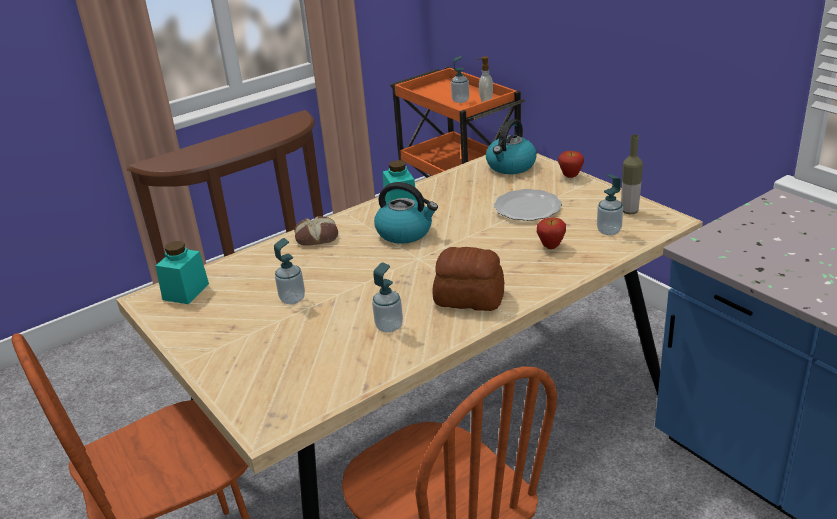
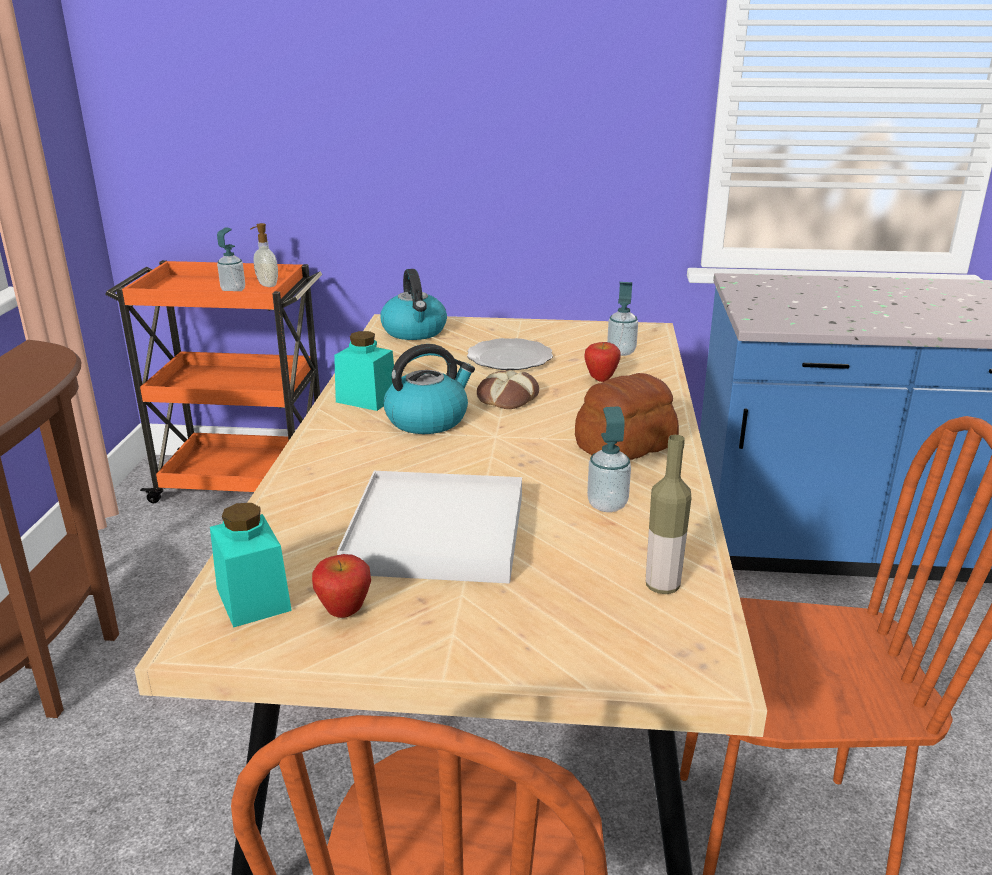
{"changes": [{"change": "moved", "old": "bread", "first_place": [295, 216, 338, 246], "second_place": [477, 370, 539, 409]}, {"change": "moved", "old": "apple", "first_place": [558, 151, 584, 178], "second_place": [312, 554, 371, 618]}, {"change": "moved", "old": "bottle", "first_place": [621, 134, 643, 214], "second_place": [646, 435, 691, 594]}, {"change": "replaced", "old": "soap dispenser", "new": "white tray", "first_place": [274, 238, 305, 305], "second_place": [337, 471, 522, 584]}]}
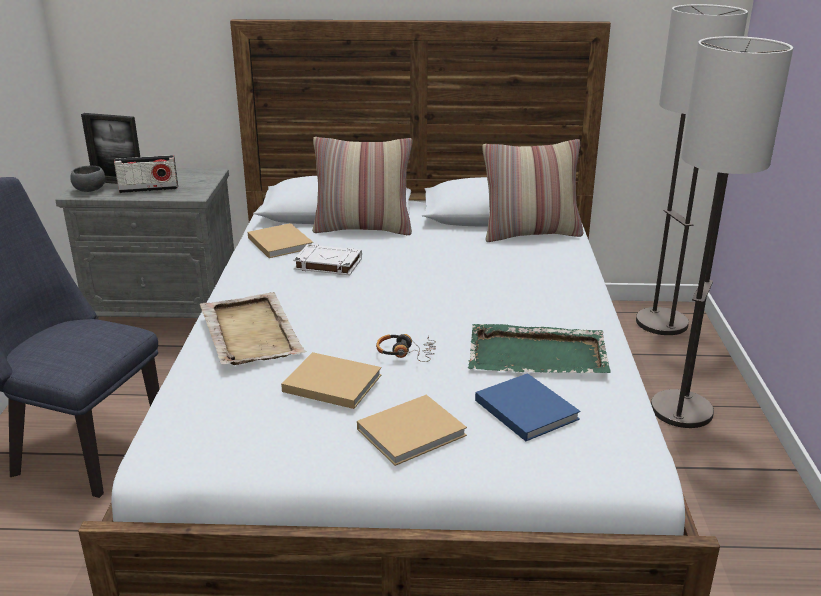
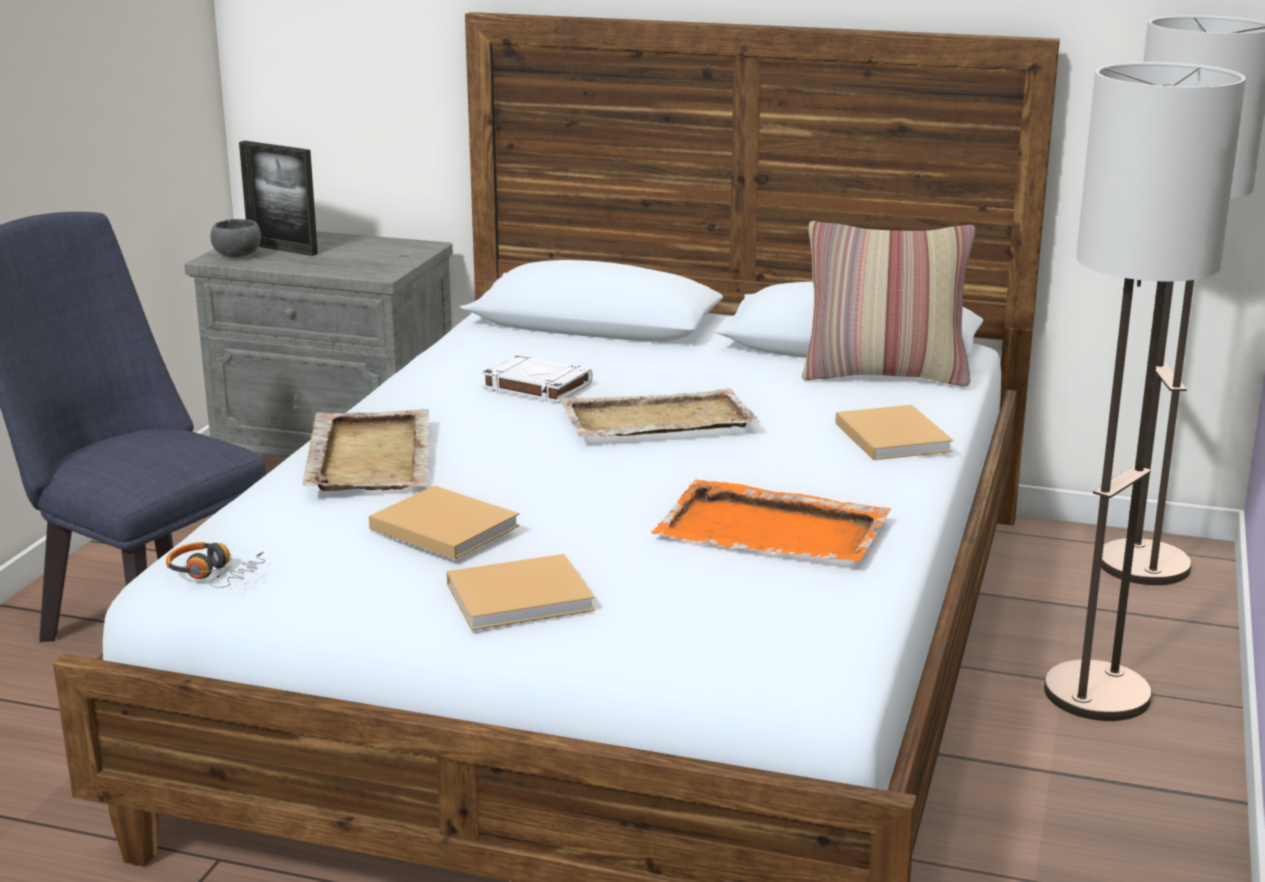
{"changes": [{"change": "removed", "old": "radio", "first_place": [114, 155, 178, 193]}, {"change": "removed", "old": "pillow", "first_place": [312, 137, 413, 235]}, {"change": "removed", "old": "blue book", "first_place": [475, 373, 580, 441]}, {"change": "added", "new": "beige tray", "second_place": [559, 388, 761, 437]}, {"change": "moved", "old": "beige book", "first_place": [248, 223, 313, 258], "second_place": [835, 405, 953, 460]}, {"change": "moved", "old": "headphones", "first_place": [376, 334, 436, 362], "second_place": [166, 542, 265, 588]}, {"change": "recoloured", "old": "green tray", "new": "orange tray", "first_place": [468, 324, 610, 373], "second_place": [651, 480, 891, 562]}]}
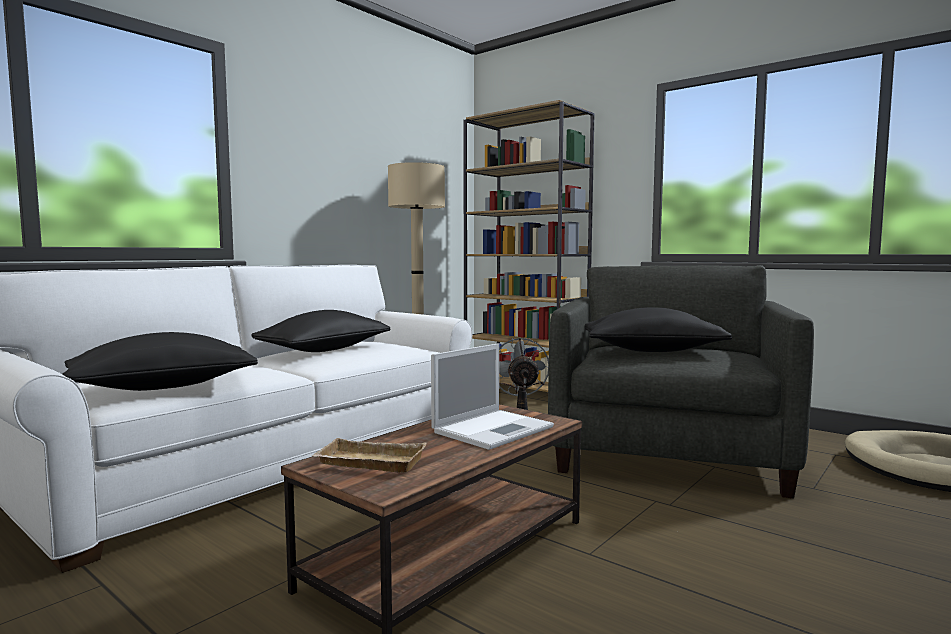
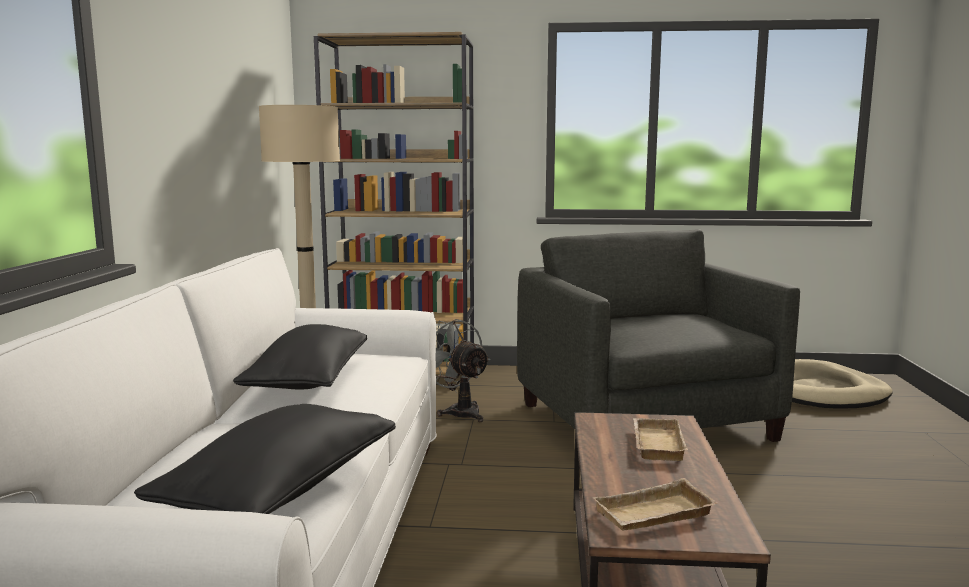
{"changes": [{"change": "removed", "old": "black pillow", "first_place": [585, 307, 732, 352]}, {"change": "replaced", "old": "laptop", "new": "beige tray", "first_place": [431, 343, 554, 450], "second_place": [633, 418, 688, 461]}]}
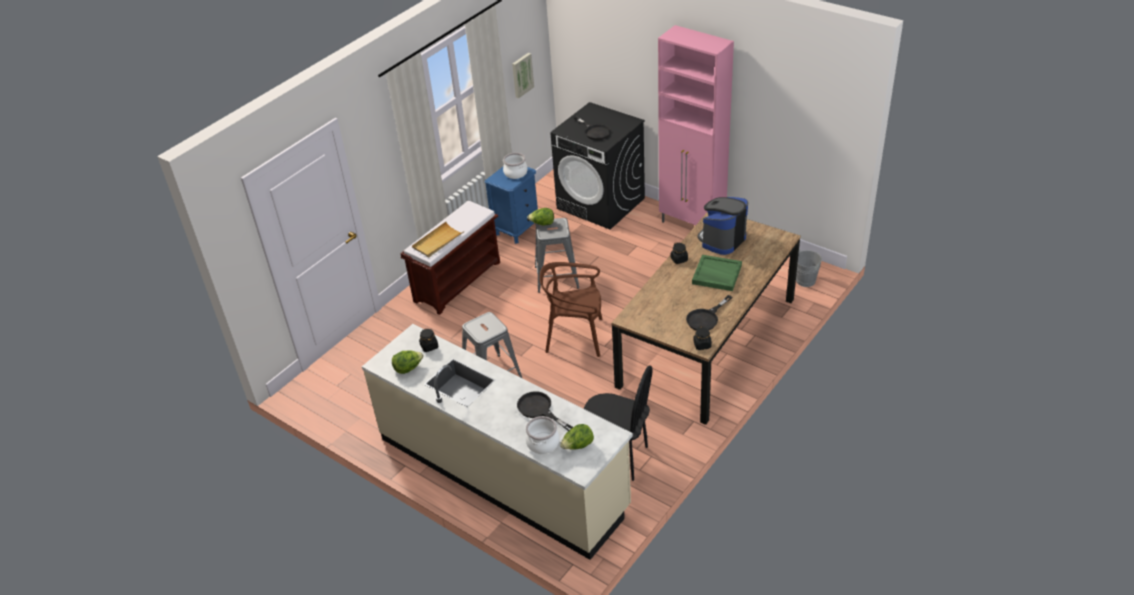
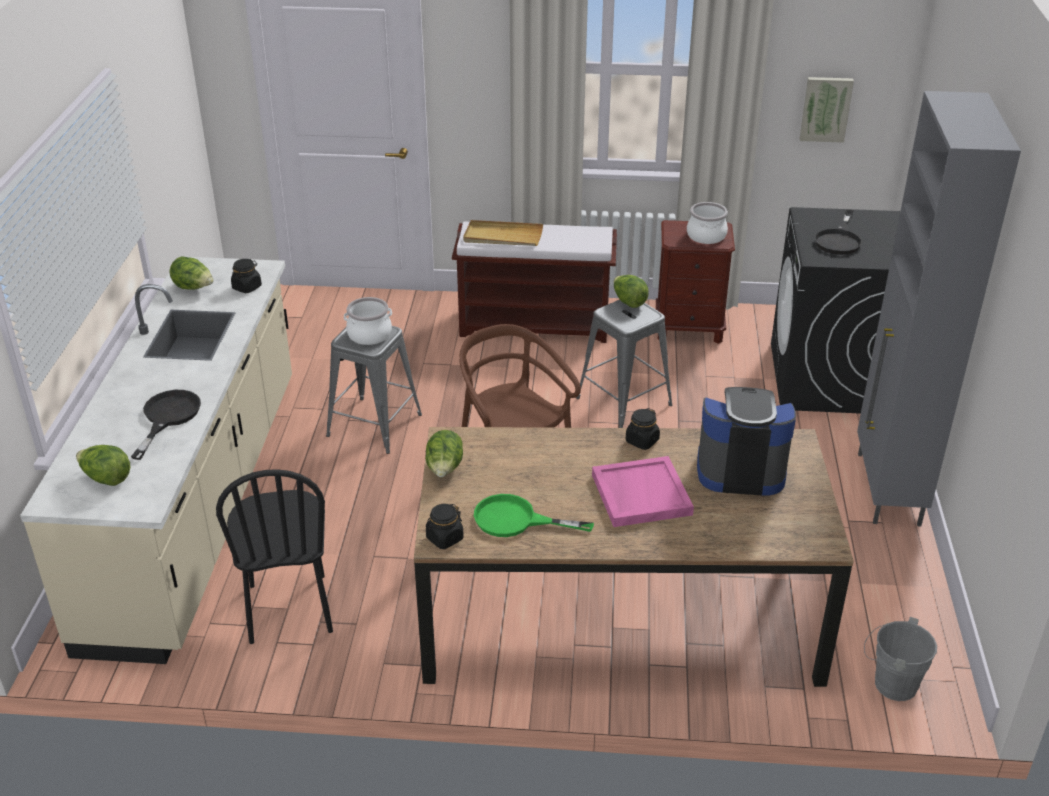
{"changes": [{"change": "added", "new": "lettuce", "second_place": [425, 430, 463, 477]}, {"change": "moved", "old": "cooking pot", "first_place": [526, 416, 559, 454], "second_place": [344, 297, 392, 345]}, {"change": "recoloured", "old": "blue nightstand", "new": "brown nightstand", "first_place": [484, 167, 538, 244], "second_place": [656, 220, 735, 344]}, {"change": "recoloured", "old": "pink cabinet", "new": "grey cabinet", "first_place": [658, 25, 734, 225], "second_place": [857, 91, 1021, 526]}, {"change": "recoloured", "old": "black frying pan", "new": "green frying pan", "first_place": [686, 295, 732, 330], "second_place": [474, 494, 594, 537]}, {"change": "recoloured", "old": "green tray", "new": "pink tray", "first_place": [692, 255, 742, 291], "second_place": [592, 456, 694, 527]}]}
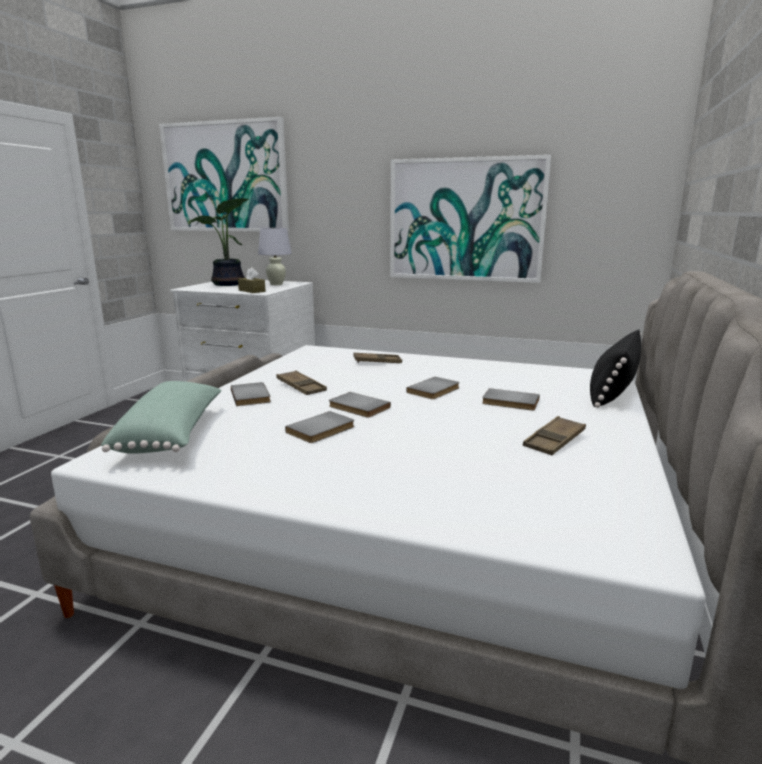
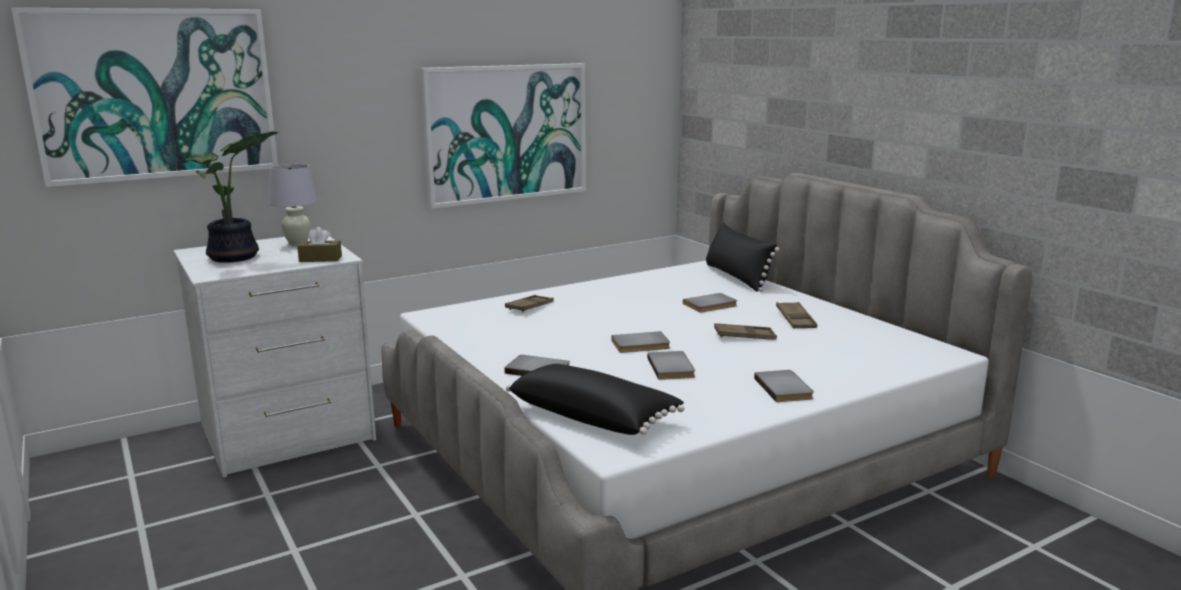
{"changes": [{"change": "moved", "old": "brown tray", "first_place": [276, 370, 327, 395], "second_place": [714, 323, 777, 340]}, {"change": "moved", "old": "grey book", "first_place": [406, 377, 460, 399], "second_place": [754, 370, 814, 402]}, {"change": "recoloured", "old": "green pillow", "new": "black pillow", "first_place": [101, 381, 222, 454], "second_place": [506, 364, 685, 435]}]}
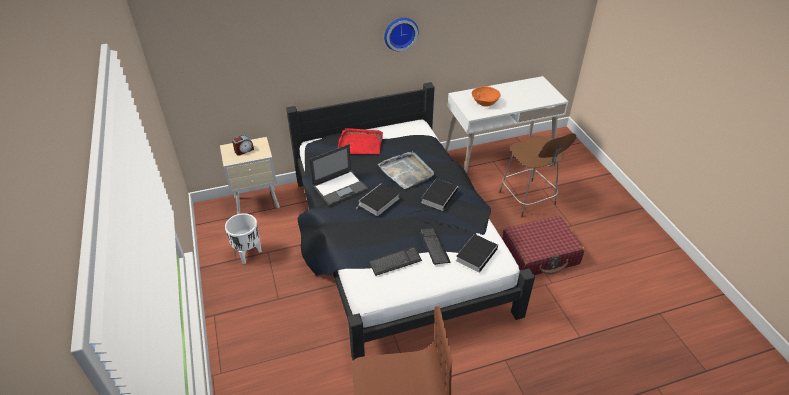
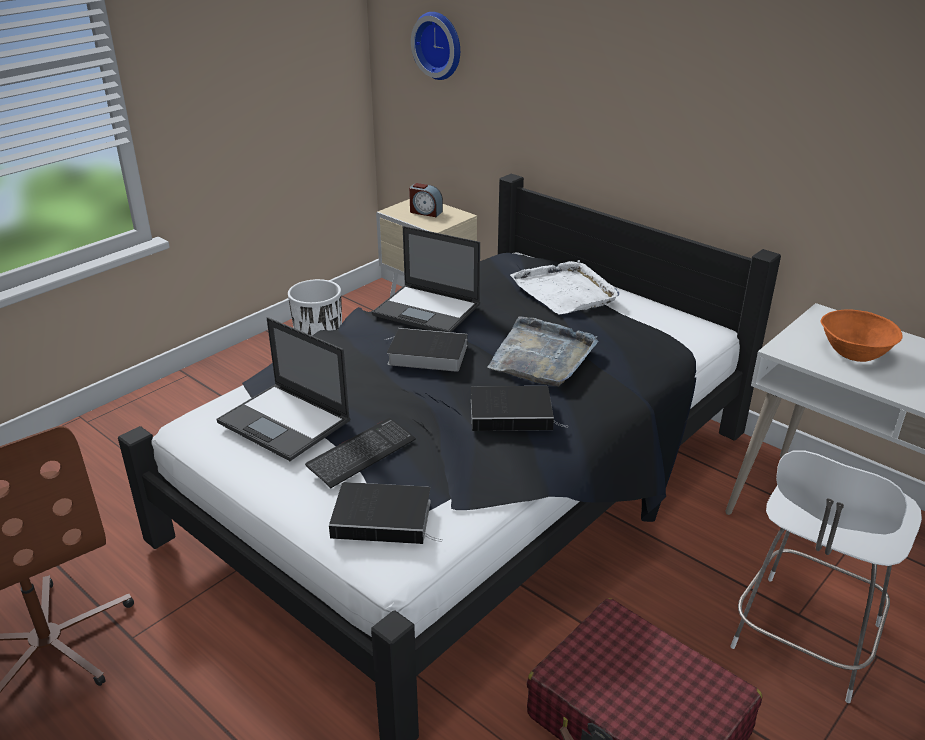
{"changes": [{"change": "moved", "old": "wall clock", "first_place": [384, 18, 419, 51], "second_place": [411, 12, 460, 80]}, {"change": "replaced", "old": "keyboard", "new": "laptop", "first_place": [369, 246, 422, 276], "second_place": [217, 317, 350, 461]}, {"change": "recoloured", "old": "red tray", "new": "white tray", "first_place": [338, 128, 383, 154], "second_place": [510, 260, 619, 314]}, {"change": "recoloured", "old": "brown chair", "new": "white chair", "first_place": [499, 133, 576, 217], "second_place": [730, 450, 922, 703]}]}
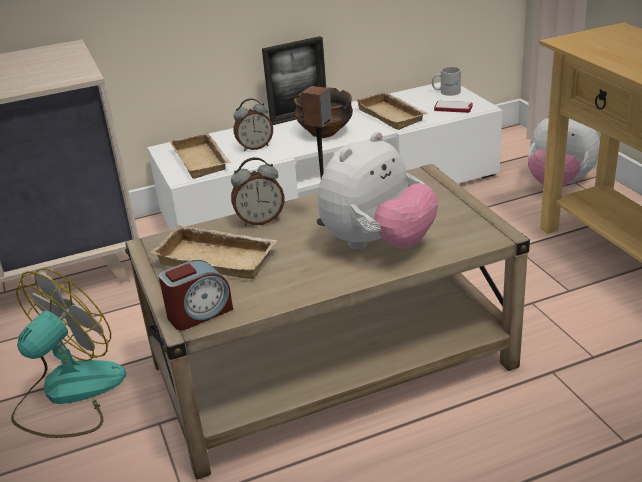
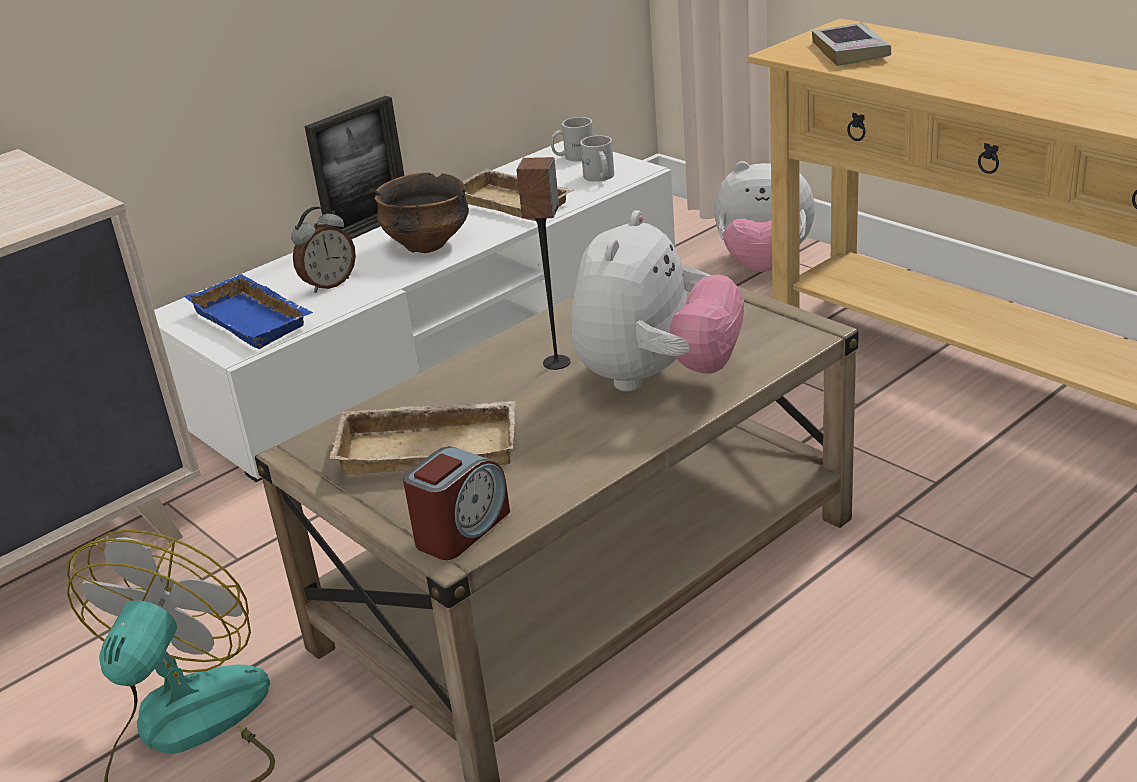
{"changes": [{"change": "removed", "old": "alarm clock", "first_place": [231, 157, 285, 226]}, {"change": "added", "new": "book", "second_place": [812, 22, 891, 66]}, {"change": "replaced", "old": "phone", "new": "white mug", "first_place": [434, 101, 473, 113], "second_place": [580, 135, 614, 182]}, {"change": "recoloured", "old": "beige tray", "new": "blue tray", "first_place": [169, 132, 231, 179], "second_place": [184, 274, 313, 349]}]}
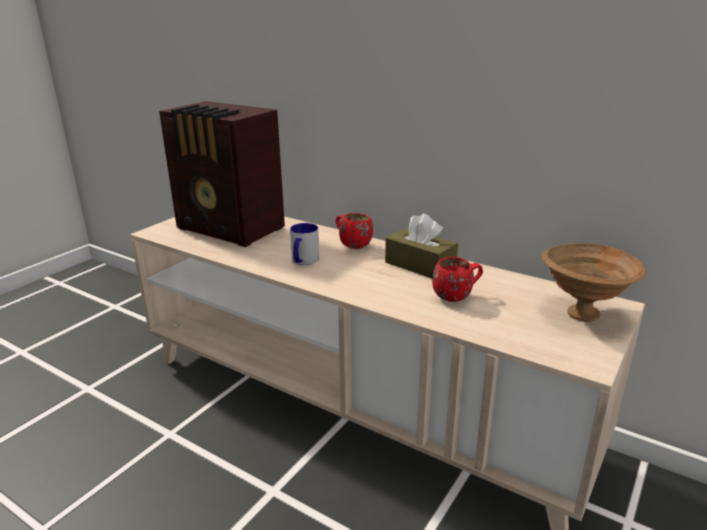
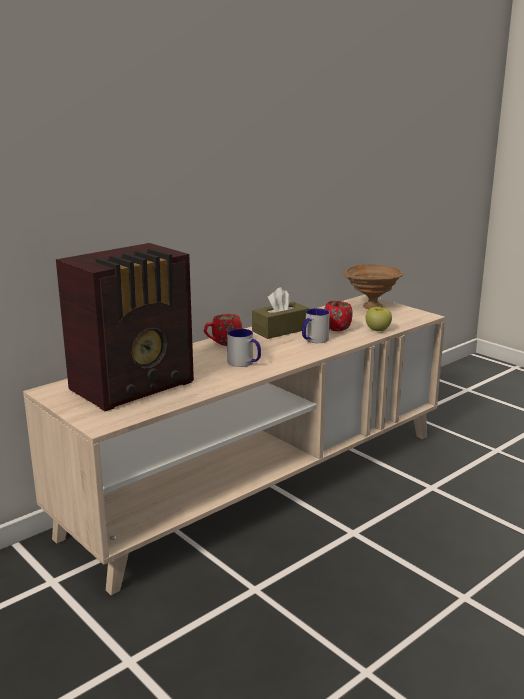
{"changes": [{"change": "added", "new": "mug", "second_place": [302, 308, 330, 343]}, {"change": "added", "new": "apple", "second_place": [366, 307, 392, 331]}]}
